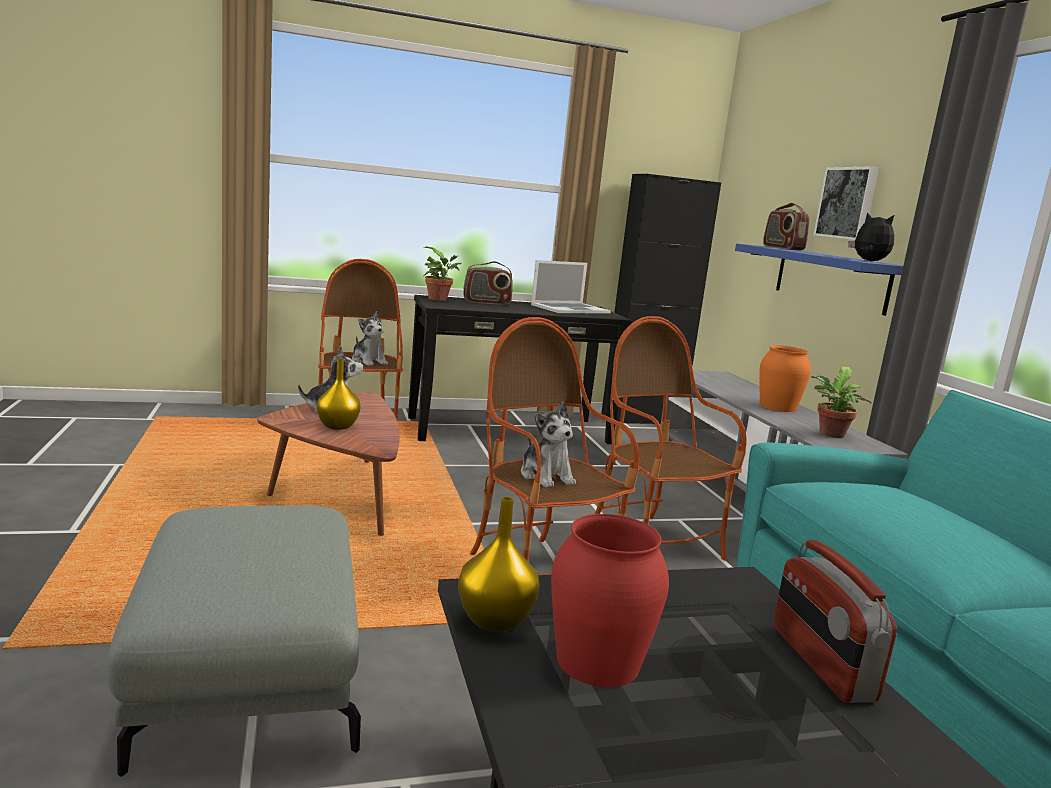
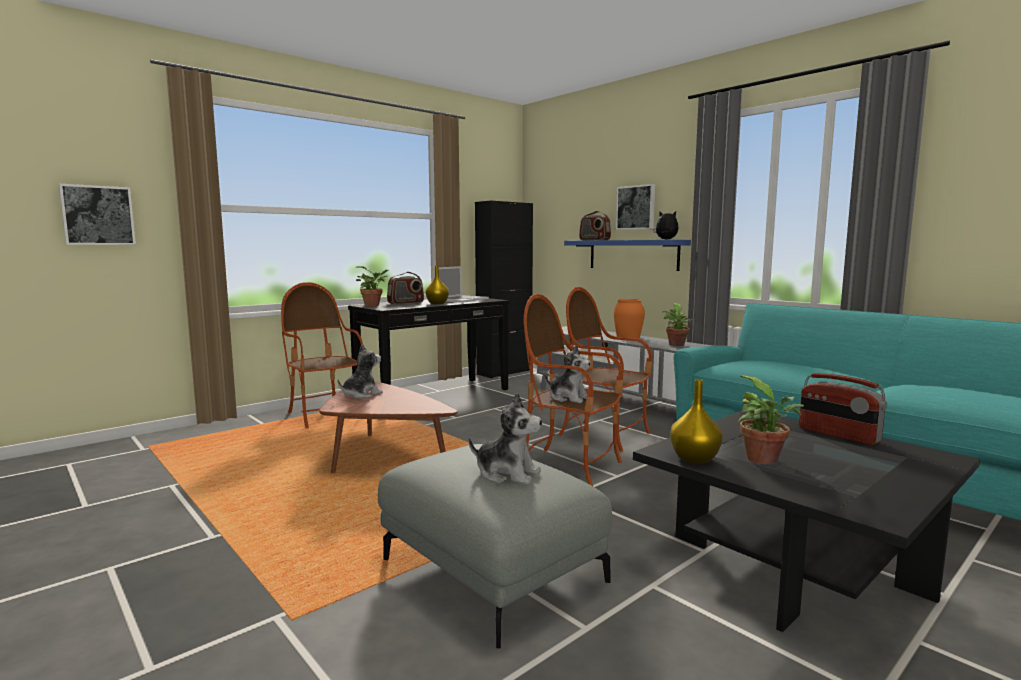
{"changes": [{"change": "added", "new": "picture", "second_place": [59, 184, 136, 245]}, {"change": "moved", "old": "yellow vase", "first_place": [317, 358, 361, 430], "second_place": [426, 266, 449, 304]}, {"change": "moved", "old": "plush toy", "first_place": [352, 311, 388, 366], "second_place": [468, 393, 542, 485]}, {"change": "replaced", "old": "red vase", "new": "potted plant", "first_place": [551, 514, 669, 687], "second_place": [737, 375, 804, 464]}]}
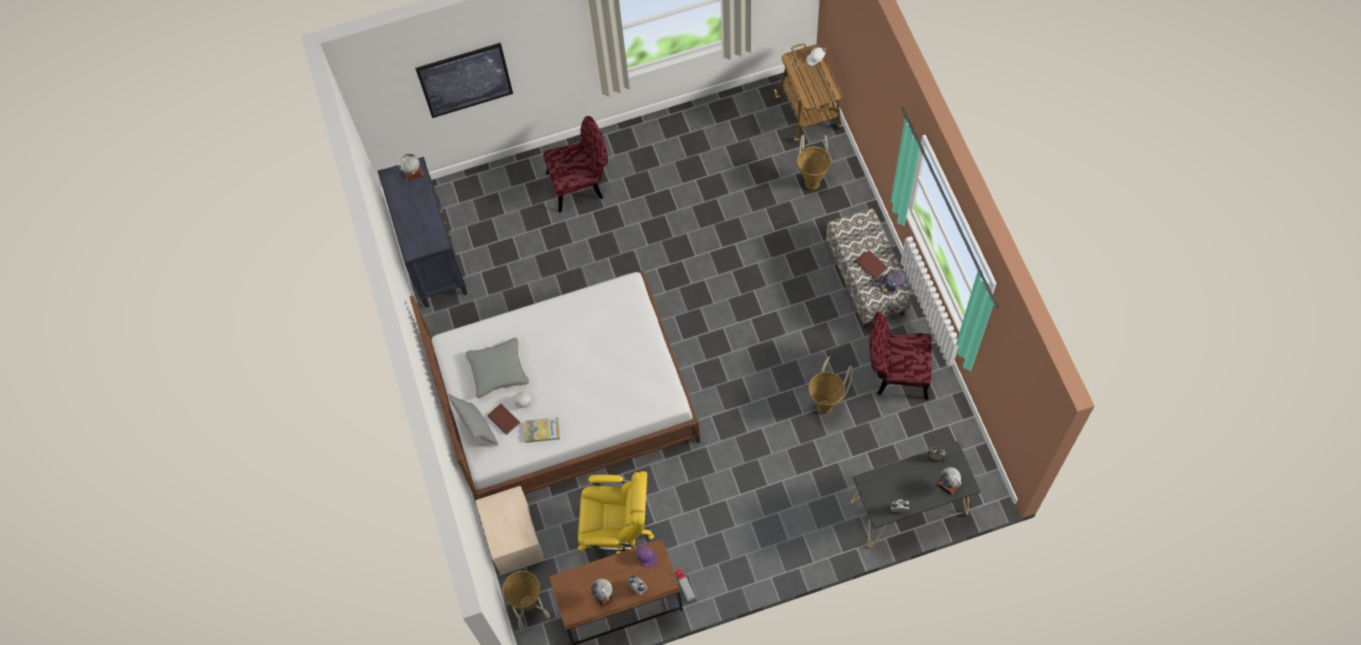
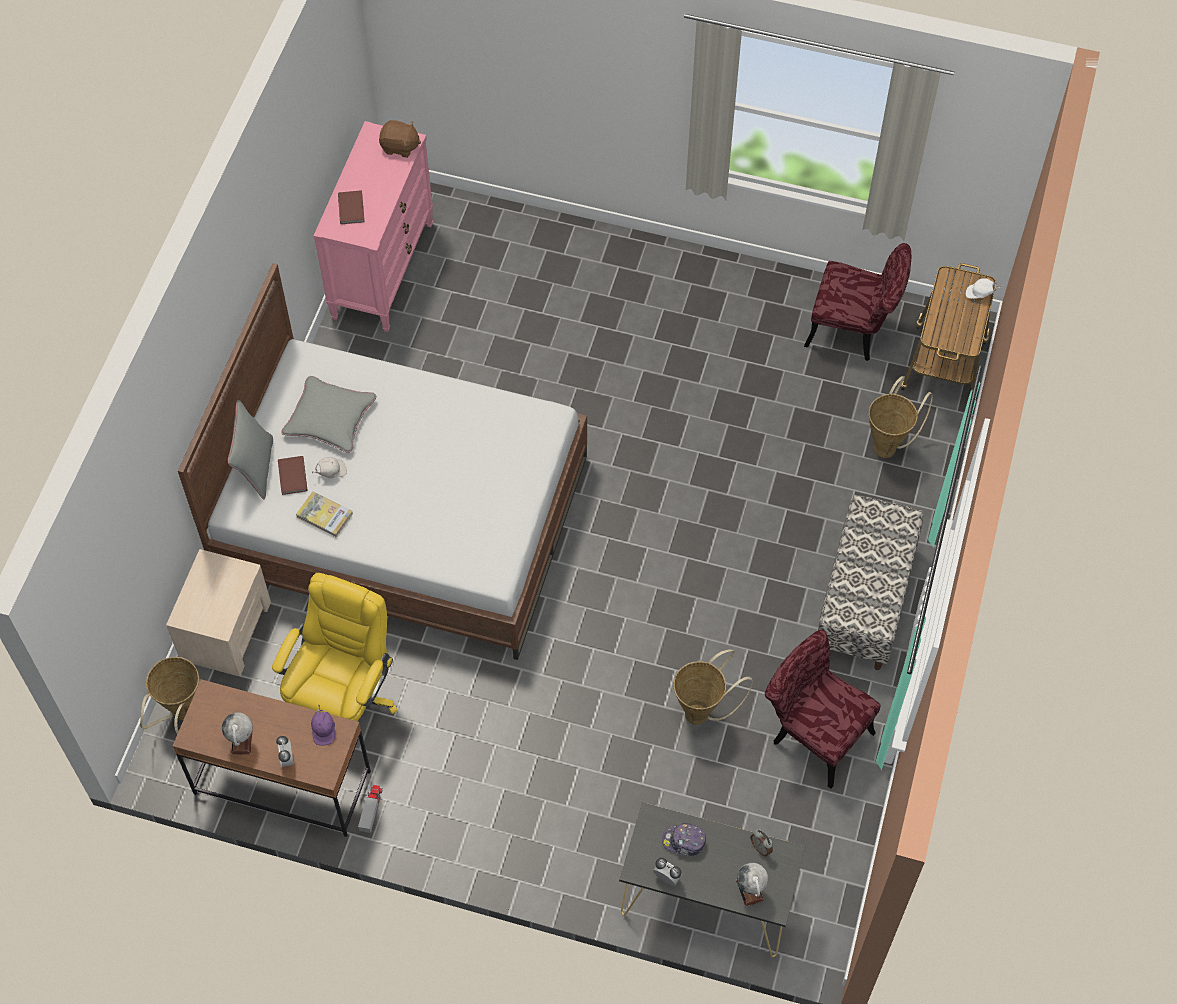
{"changes": [{"change": "removed", "old": "picture", "first_place": [415, 43, 513, 118]}, {"change": "moved", "old": "red chair", "first_place": [544, 116, 608, 213], "second_place": [804, 243, 912, 361]}, {"change": "moved", "old": "brown book", "first_place": [856, 250, 888, 279], "second_place": [338, 190, 365, 224]}, {"change": "moved", "old": "cap", "first_place": [879, 271, 906, 293], "second_place": [662, 822, 706, 856]}, {"change": "replaced", "old": "globe", "new": "brown plush toy", "first_place": [398, 154, 424, 182], "second_place": [379, 120, 421, 158]}, {"change": "recoloured", "old": "black dresser", "new": "pink dresser", "first_place": [378, 157, 467, 308], "second_place": [314, 121, 433, 332]}, {"change": "turned", "old": "yellow office chair", "first_place": [578, 471, 654, 554], "second_place": [272, 573, 397, 721], "degrees": -105}]}
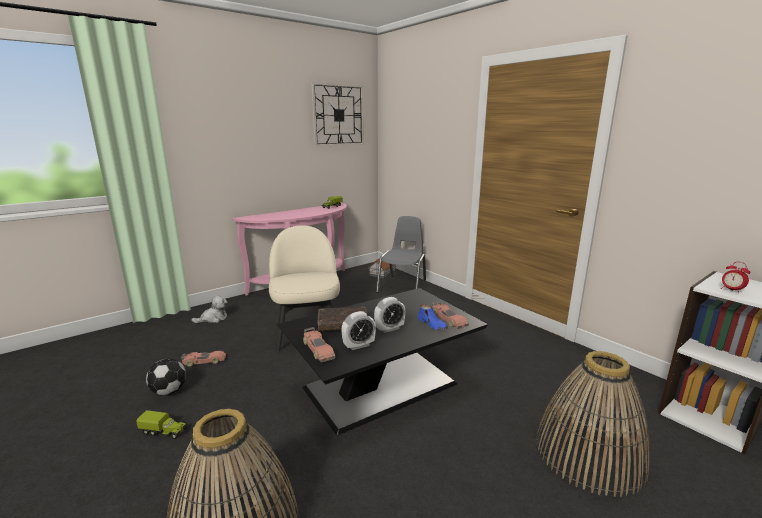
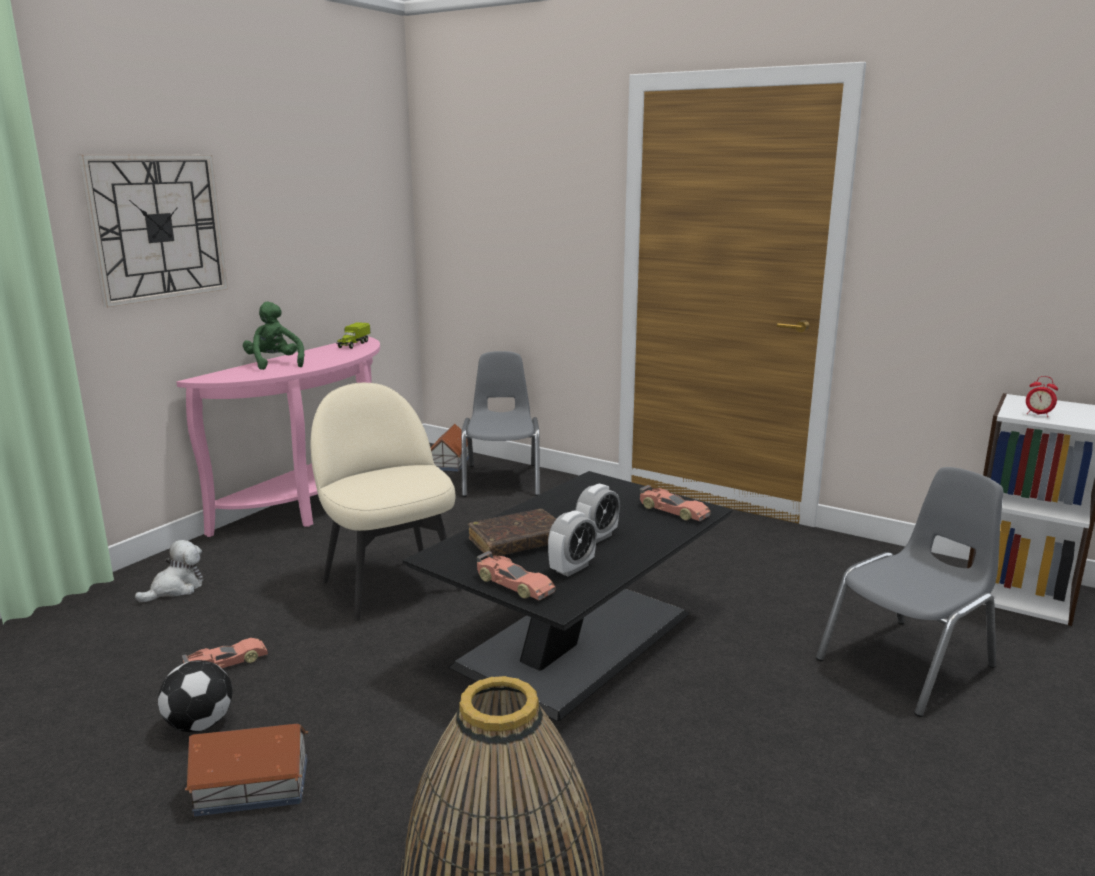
{"changes": [{"change": "removed", "old": "blue shoe", "first_place": [418, 304, 448, 330]}, {"change": "added", "new": "green plush toy", "second_place": [243, 302, 304, 370]}, {"change": "moved", "old": "wall clock", "first_place": [311, 82, 364, 147], "second_place": [79, 155, 228, 307]}, {"change": "replaced", "old": "toy truck", "new": "toy house", "first_place": [136, 410, 188, 439], "second_place": [185, 724, 308, 816]}, {"change": "replaced", "old": "basket", "new": "grey chair", "first_place": [536, 351, 650, 497], "second_place": [816, 467, 1003, 717]}]}
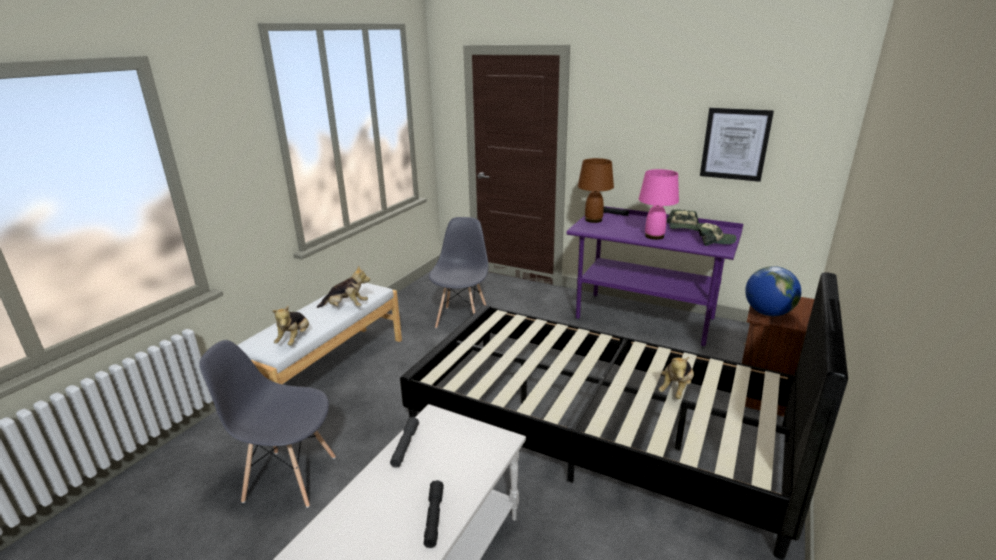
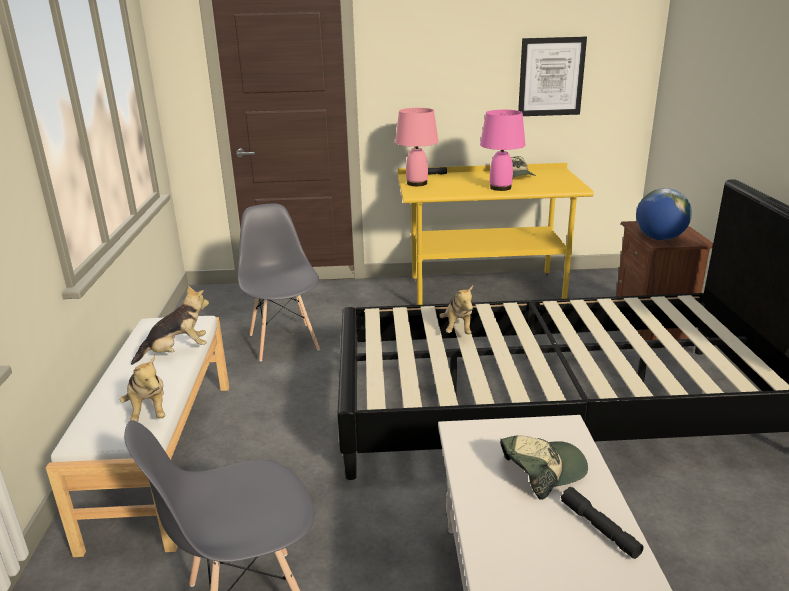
{"changes": [{"change": "removed", "old": "grey flashlight", "first_place": [390, 417, 419, 468]}, {"change": "moved", "old": "plush toy", "first_place": [658, 356, 694, 399], "second_place": [439, 285, 473, 334]}, {"change": "moved", "old": "cap", "first_place": [697, 223, 737, 246], "second_place": [500, 435, 588, 500]}, {"change": "recoloured", "old": "purple desk", "new": "yellow desk", "first_place": [567, 206, 743, 349], "second_place": [398, 163, 594, 305]}, {"change": "recoloured", "old": "brown table lamp", "new": "pink table lamp", "first_place": [578, 158, 614, 223], "second_place": [395, 108, 438, 186]}]}
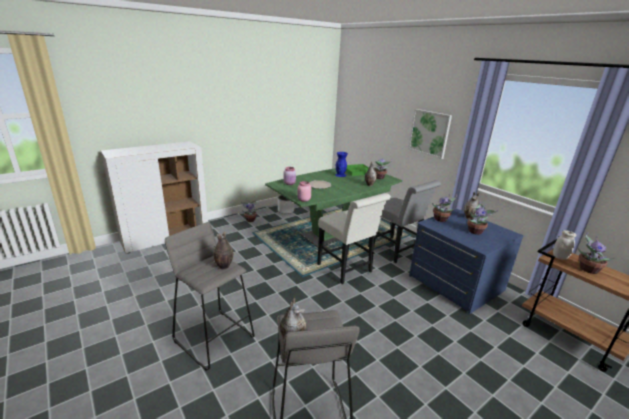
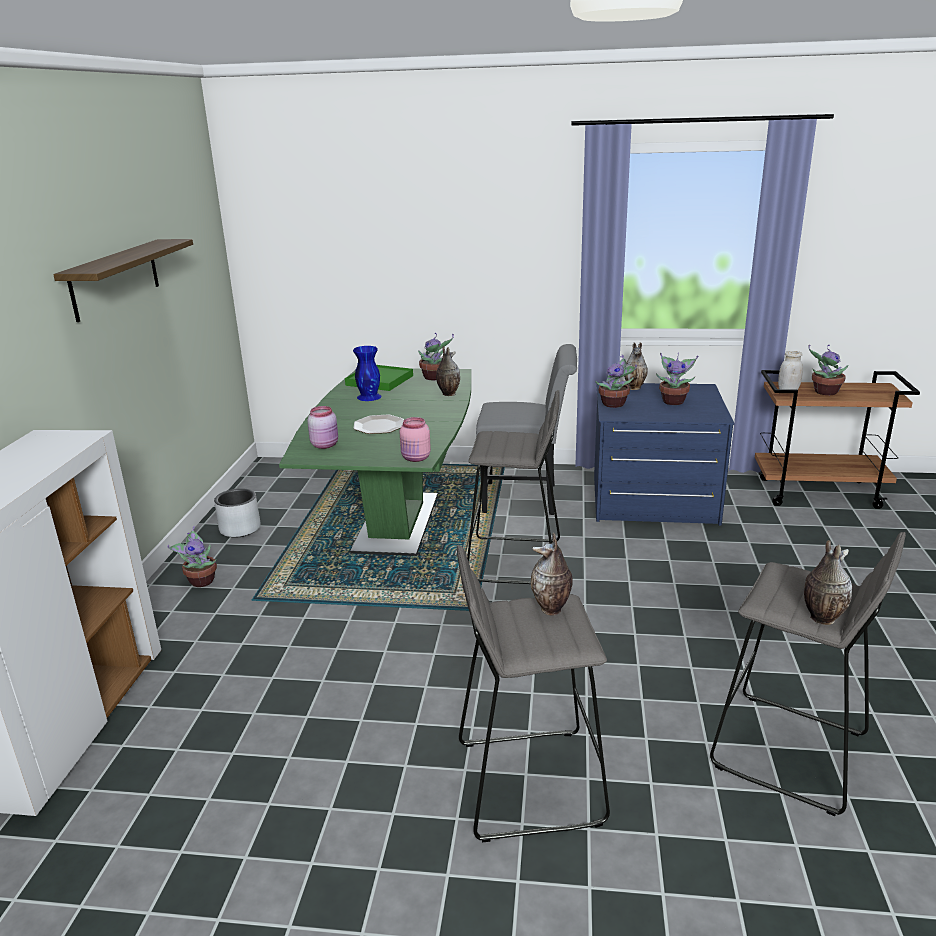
{"changes": [{"change": "removed", "old": "picture", "first_place": [408, 109, 452, 159]}, {"change": "added", "new": "shelf", "second_place": [53, 239, 193, 322]}, {"change": "replaced", "old": "white chair", "new": "grey stool", "first_place": [317, 193, 391, 284], "second_place": [467, 390, 560, 584]}]}
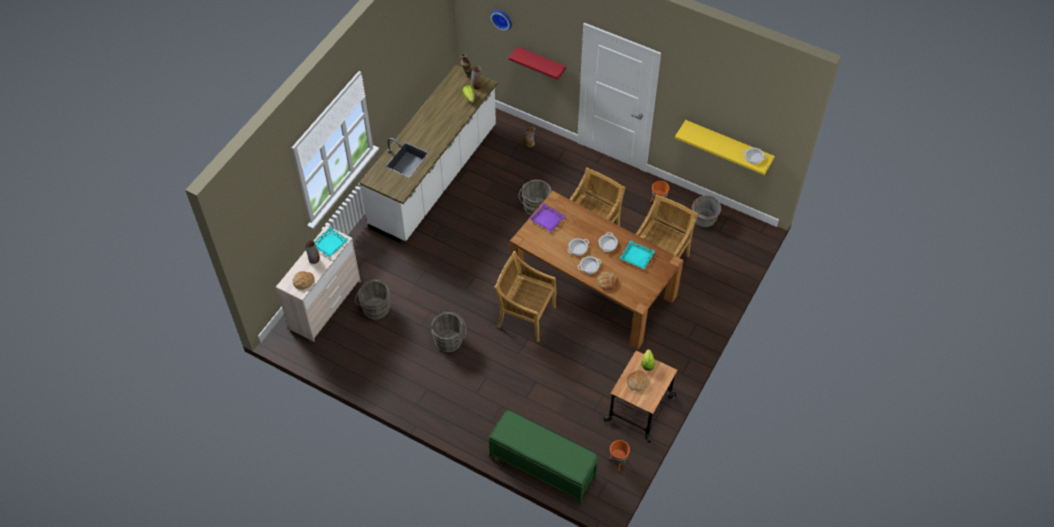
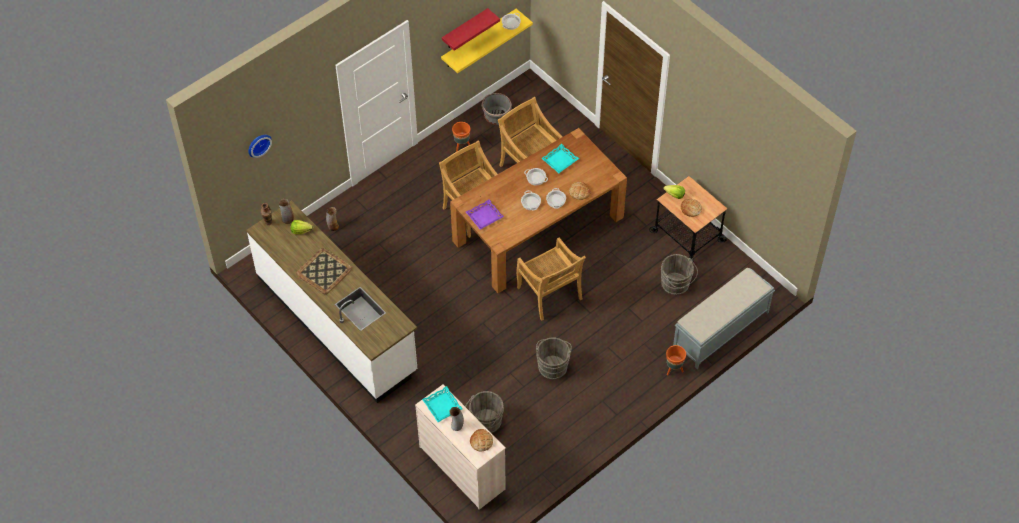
{"changes": [{"change": "added", "new": "tray", "second_place": [296, 248, 352, 294]}, {"change": "moved", "old": "red shelf", "first_place": [509, 46, 566, 80], "second_place": [442, 8, 500, 51]}, {"change": "moved", "old": "grey bucket", "first_place": [519, 180, 551, 216], "second_place": [661, 254, 698, 295]}, {"change": "moved", "old": "orange planter", "first_place": [609, 440, 630, 471], "second_place": [666, 345, 686, 375]}, {"change": "recoloured", "old": "green bench", "new": "grey bench", "first_place": [488, 410, 600, 504], "second_place": [673, 268, 775, 369]}, {"change": "turned", "old": "beige chair", "first_place": [494, 251, 556, 342], "second_place": [516, 237, 586, 321], "degrees": -75}]}
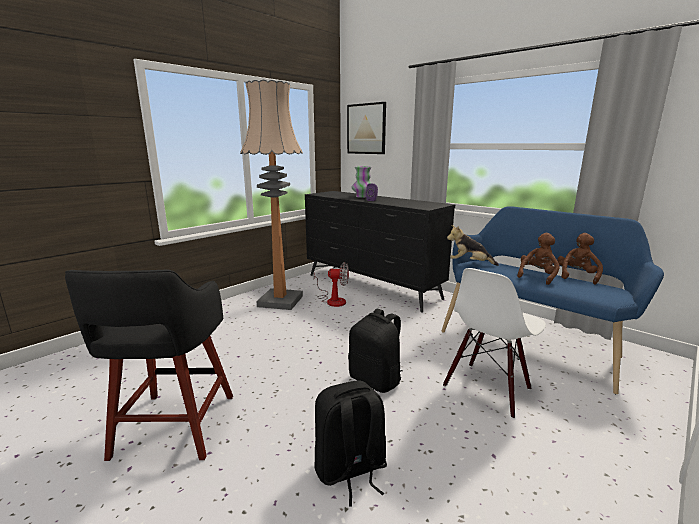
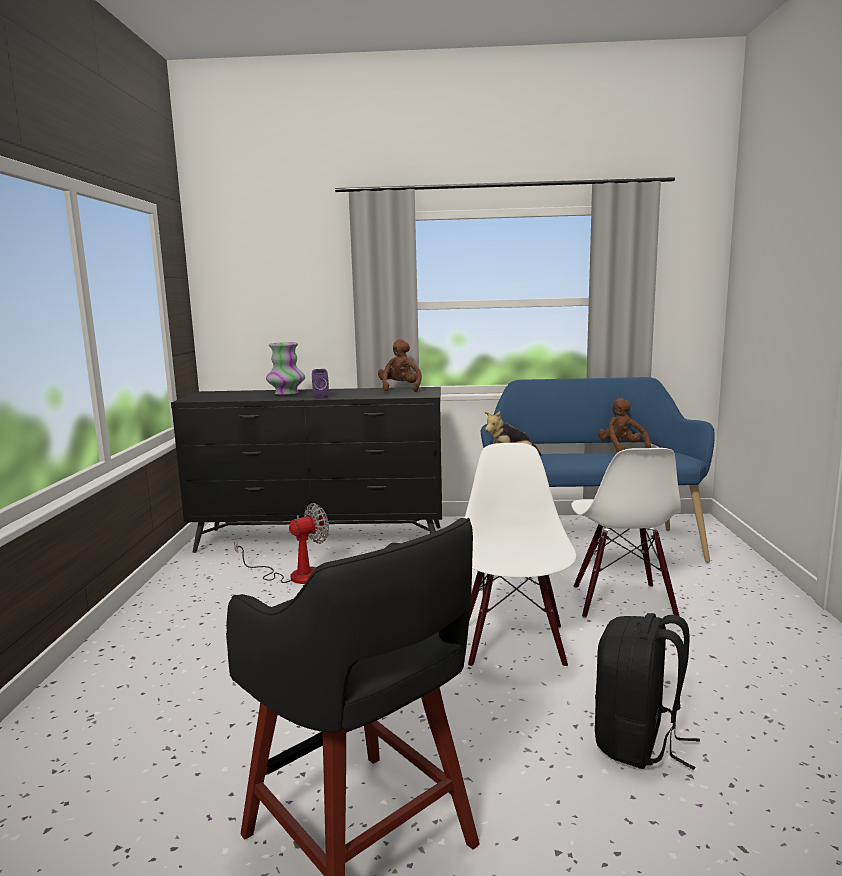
{"changes": [{"change": "removed", "old": "floor lamp", "first_place": [240, 80, 303, 310]}, {"change": "removed", "old": "picture", "first_place": [347, 102, 386, 154]}, {"change": "moved", "old": "brown plush toy", "first_place": [517, 233, 560, 285], "second_place": [378, 339, 422, 392]}, {"change": "replaced", "old": "black backpack", "new": "white chair", "first_place": [348, 309, 402, 393], "second_place": [465, 443, 576, 668]}]}
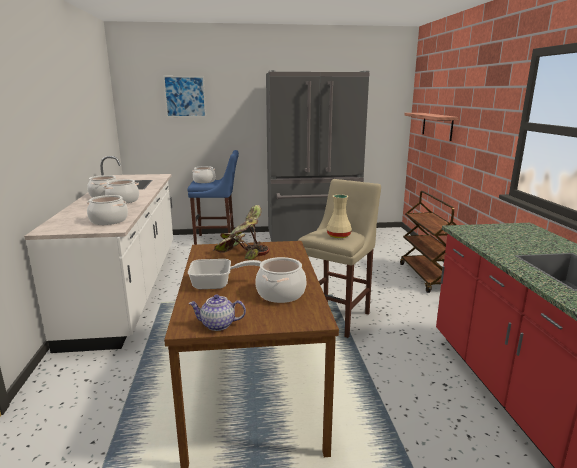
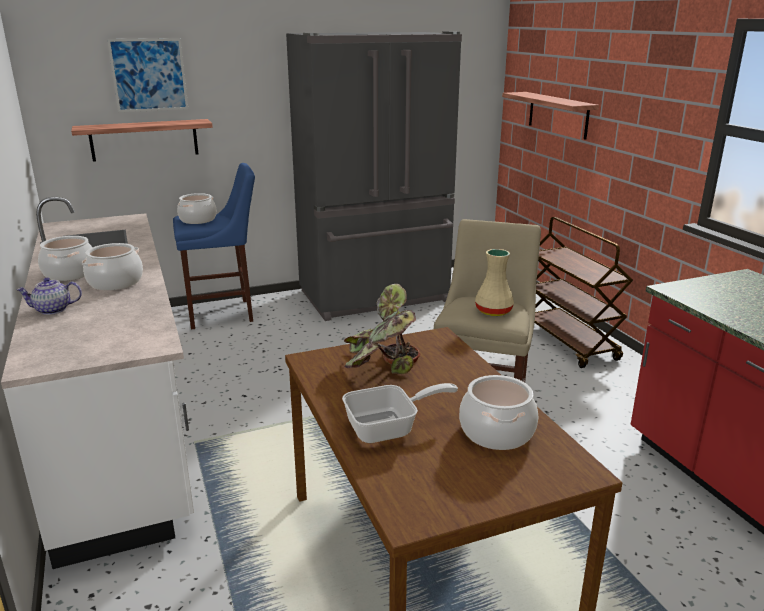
{"changes": [{"change": "removed", "old": "cooking pot", "first_place": [87, 195, 128, 225]}, {"change": "added", "new": "shelf", "second_place": [71, 119, 213, 162]}, {"change": "moved", "old": "teapot", "first_place": [189, 294, 246, 331], "second_place": [16, 277, 82, 315]}]}
